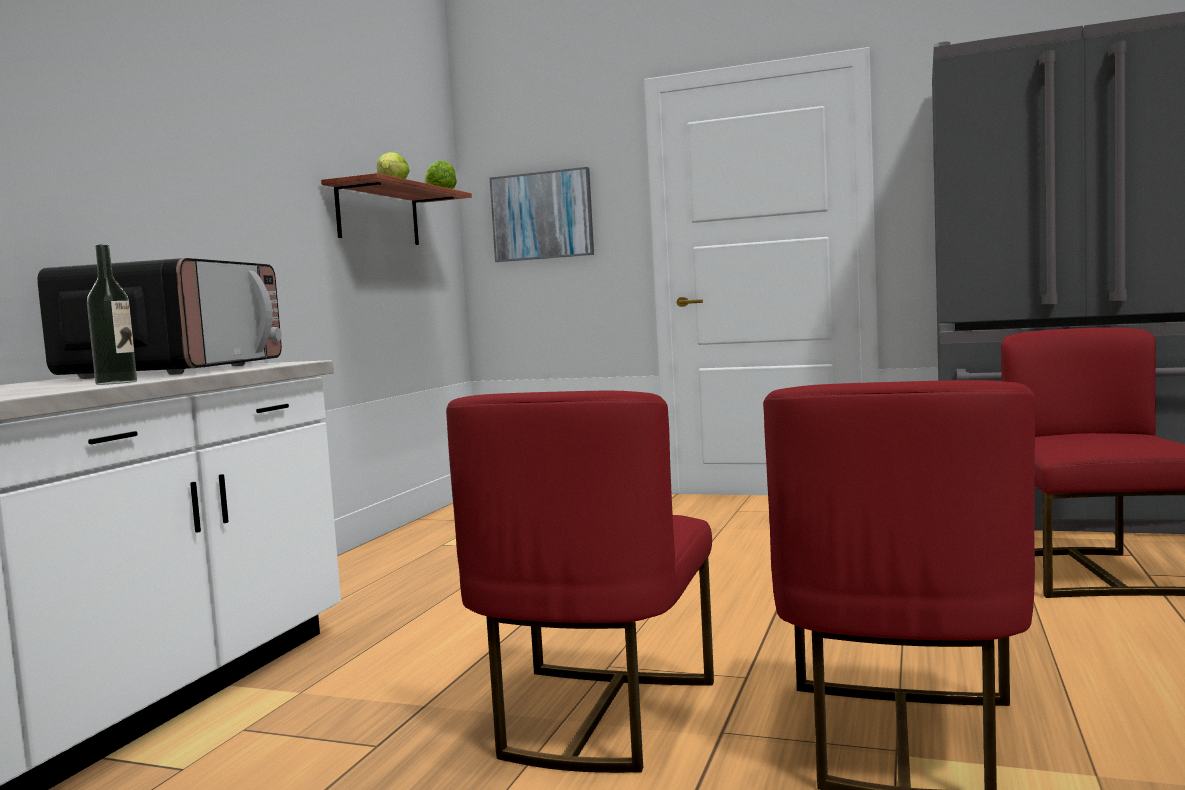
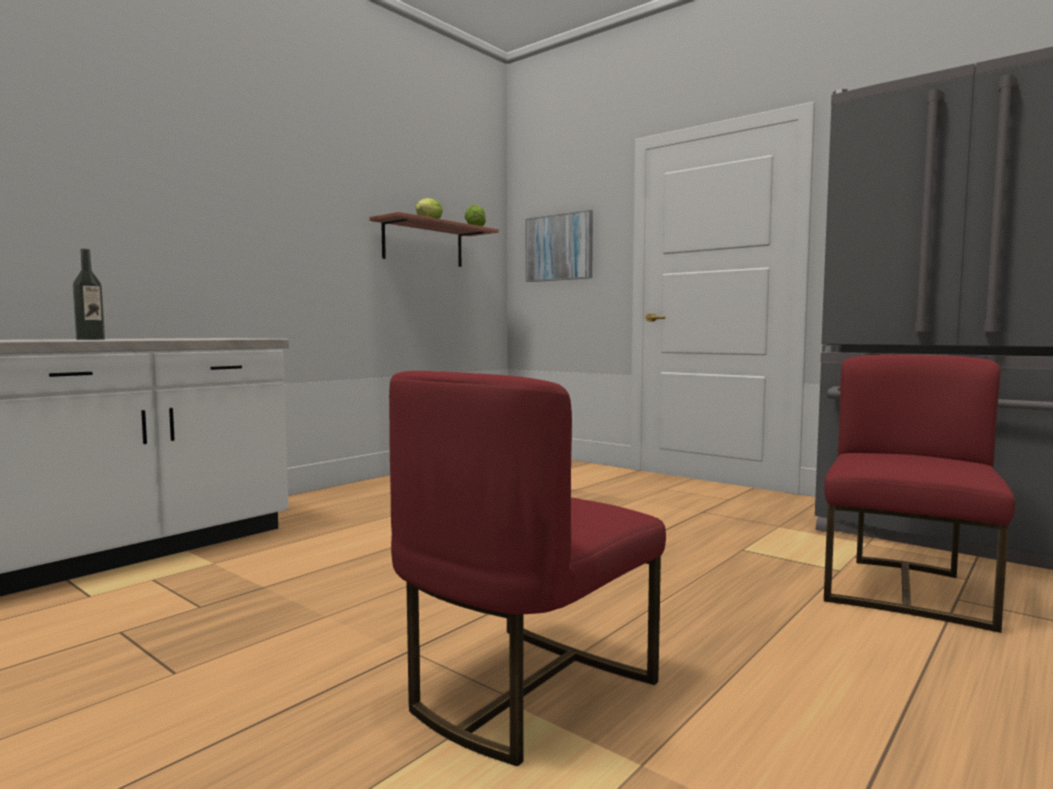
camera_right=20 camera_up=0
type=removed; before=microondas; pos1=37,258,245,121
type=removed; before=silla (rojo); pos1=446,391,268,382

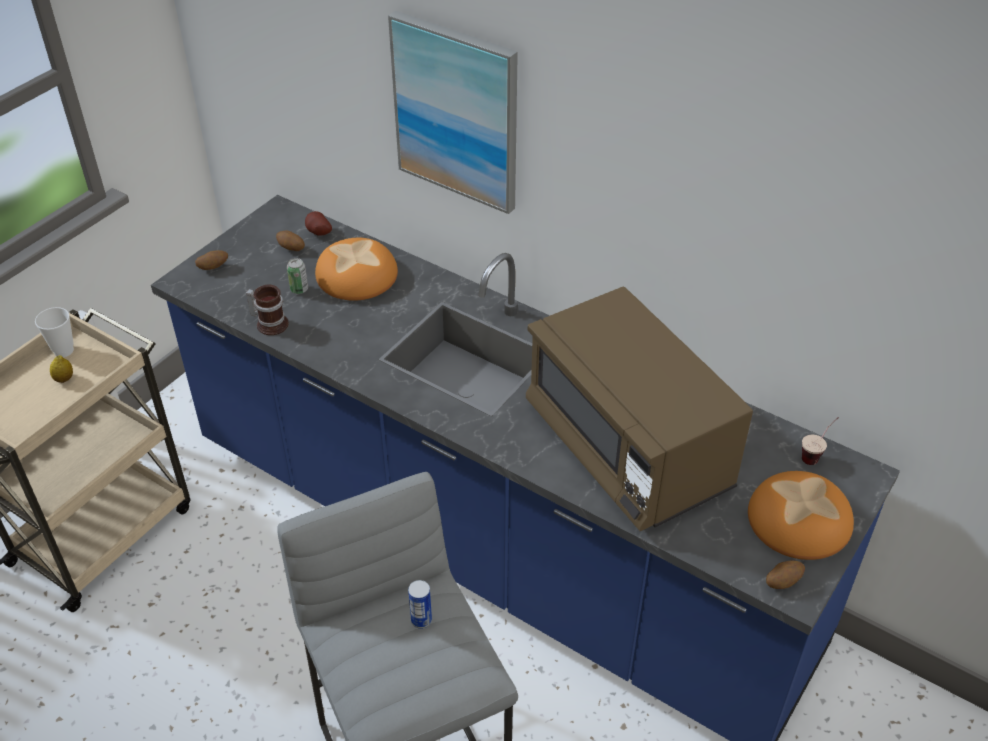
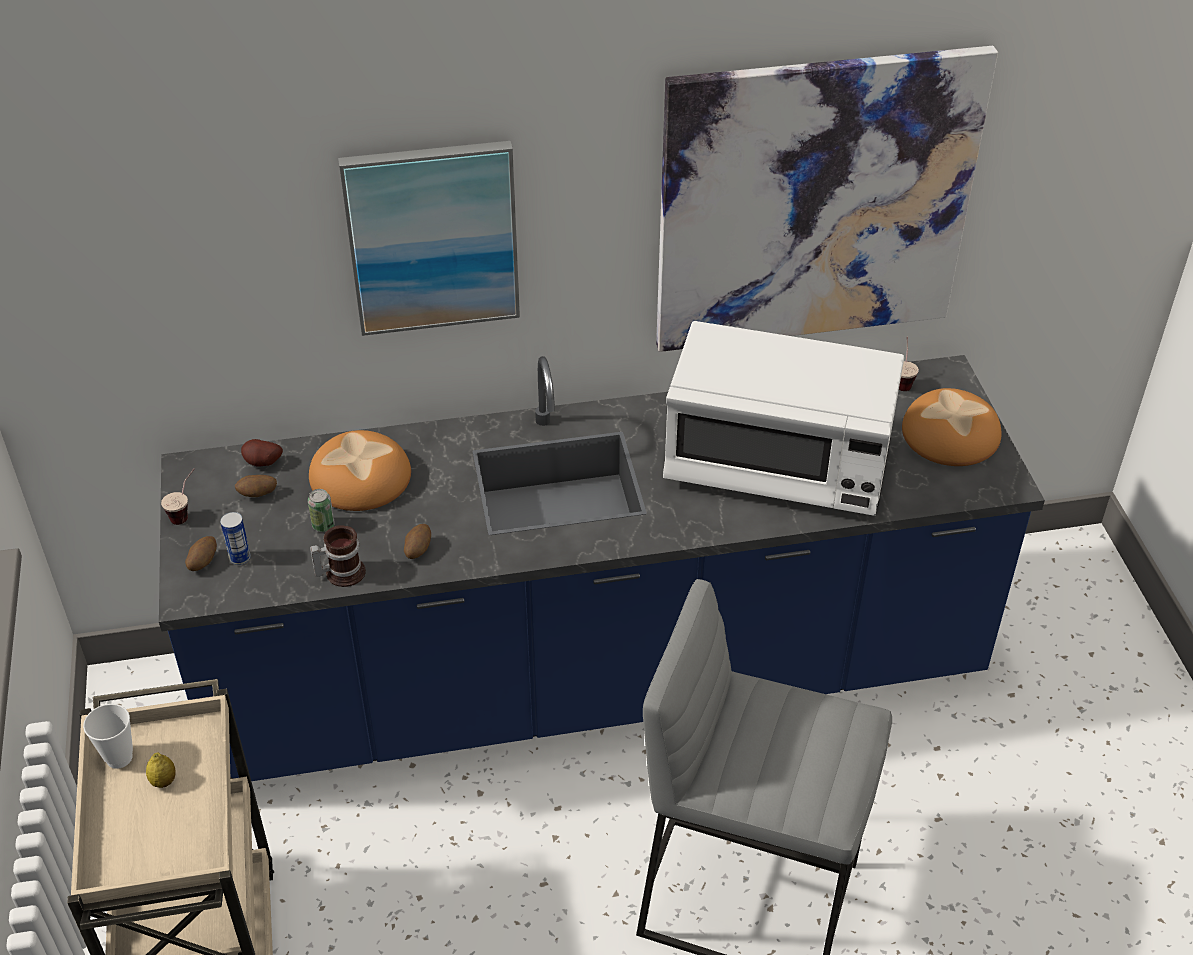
camera_right=-45 camera_up=0
type=added; after=taza; pos2=161,468,34,57
type=added; after=cuadro; pos2=656,46,342,306
type=moved; before=lata; pos1=408,580,24,49; pos2=220,512,31,53
type=moved; before=patata; pos1=766,560,39,29; pos2=404,524,27,35
type=recoloured; before=microondas (marrón); after=microondas (blanco); pos1=526,287,227,245; pos2=663,321,241,195

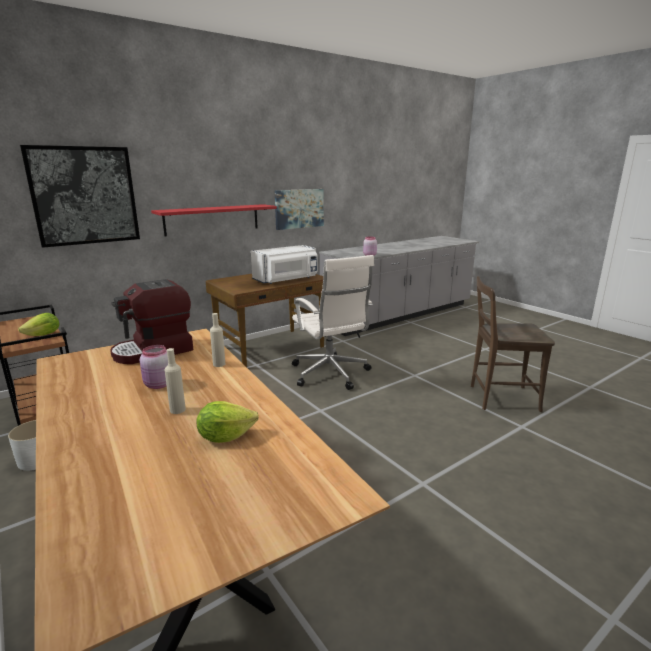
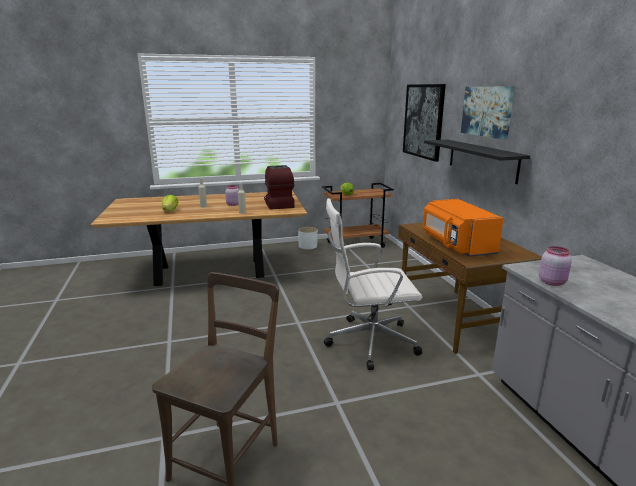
camera_right=110 camera_up=0
type=moved; before=cuadro; pos1=275,189,49,41; pos2=461,87,54,53
type=recoloured; before=estante (rojo); after=estante (negro); pos1=151,204,126,32; pos2=424,140,106,44
type=recoloured; before=microondas (blanco); after=microondas (naranja); pos1=251,245,67,39; pos2=423,199,81,57

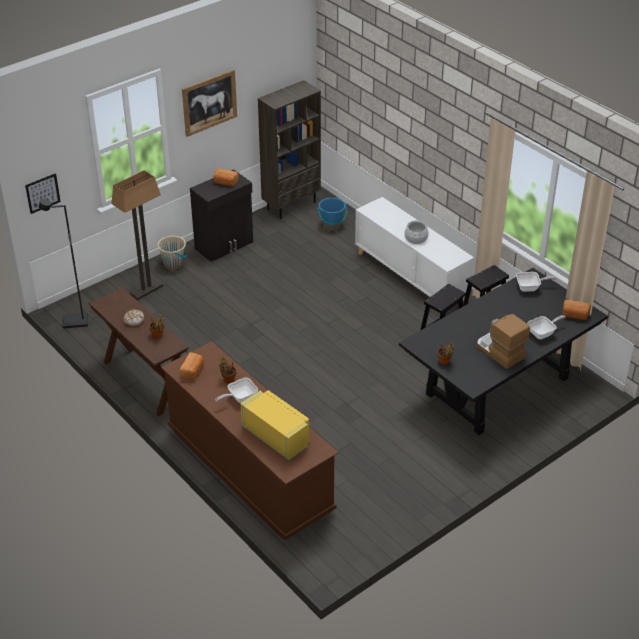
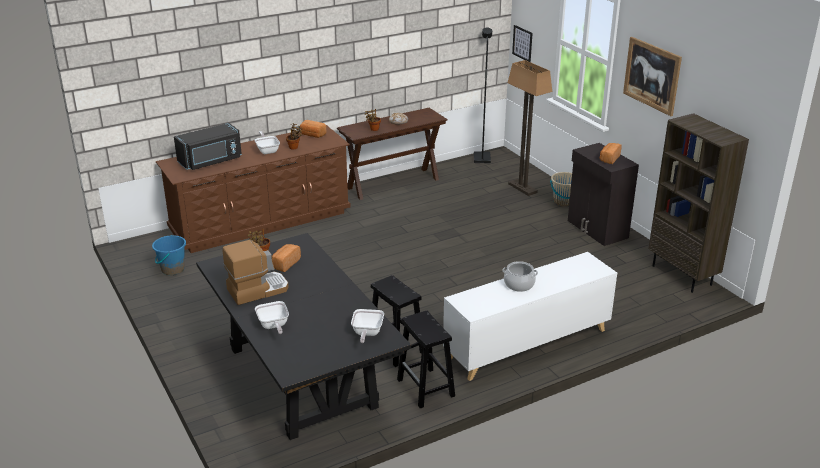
camera_right=100 camera_up=-10
type=moved; before=cubo (azul); pos1=318,198,29,33; pos2=152,235,34,40
type=moved; before=pan; pos1=563,299,28,21; pos2=272,244,29,28
type=recoloured; before=microondas (amarillo); after=microondas (negro); pos1=241,390,68,70; pos2=174,123,68,47

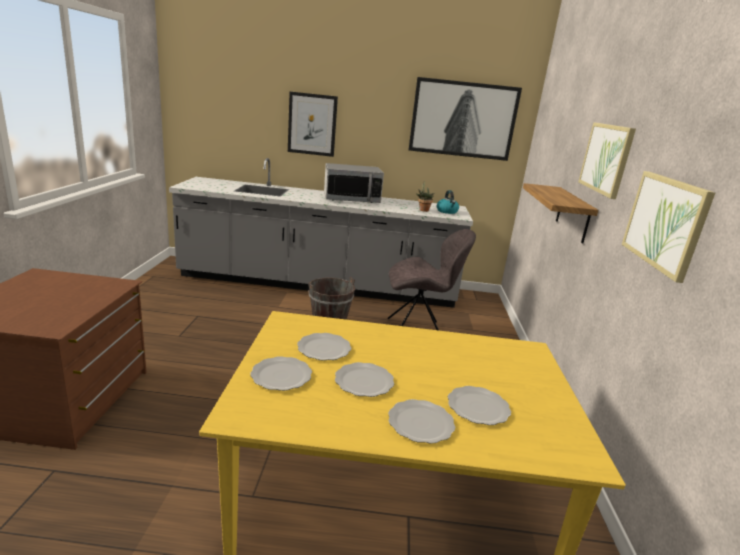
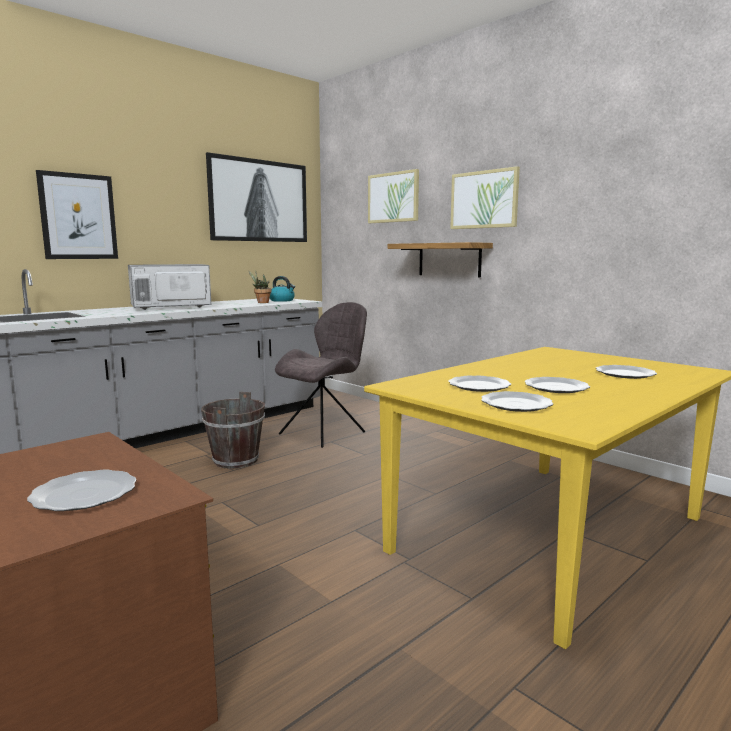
camera_right=-45 camera_up=-10
type=moved; before=plato; pos1=388,399,67,45; pos2=27,470,110,41
type=moved; before=cuadro; pos1=622,171,93,112; pos2=368,169,51,54
type=turned; before=microondas; pos1=324,163,60,40; pos2=128,264,83,46; turn=-150

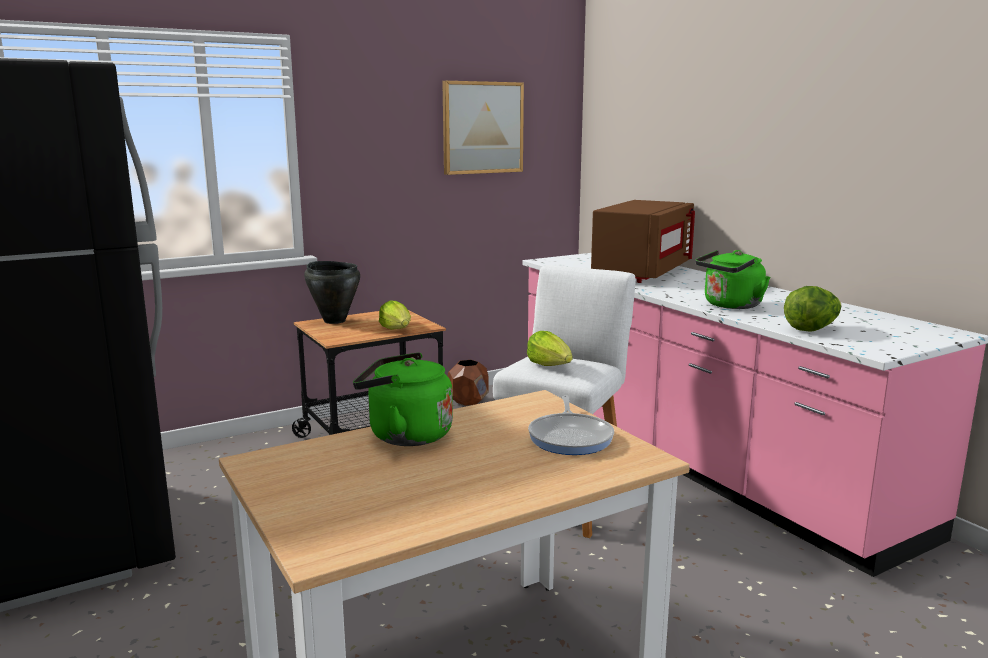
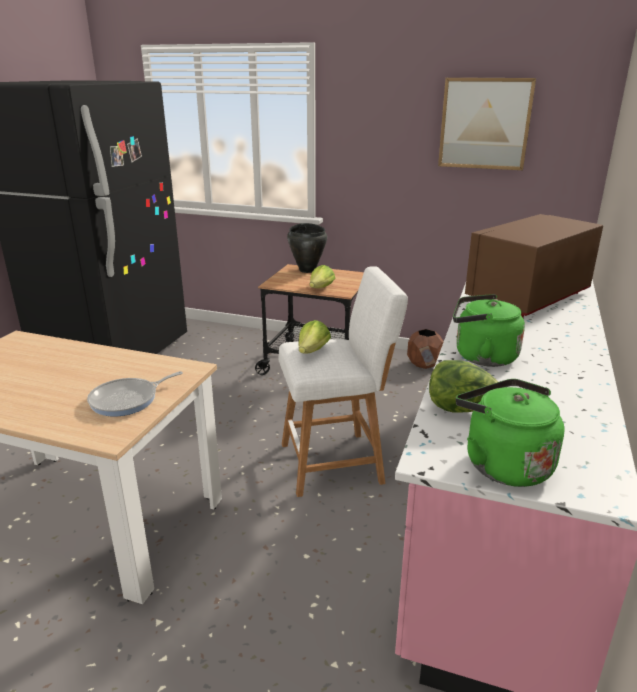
camera_right=50 camera_up=10
type=moved; before=hervidor (verde); pos1=353,352,100,94; pos2=456,379,108,108
type=turned; before=microondas (marrón); pos1=591,200,104,83; pos2=465,214,138,104; turn=150

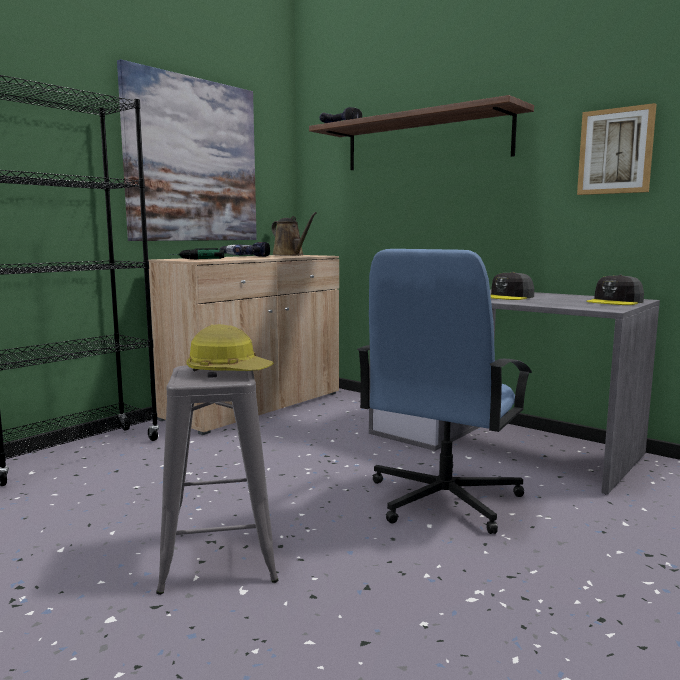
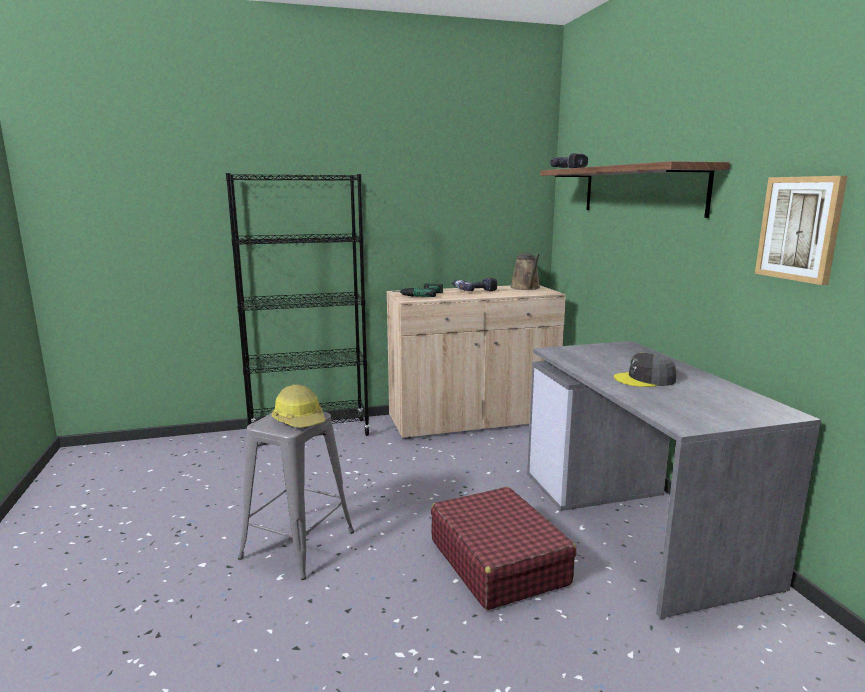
camera_right=35 camera_up=5
type=removed; before=cuadro; pos1=117,59,140,182
type=removed; before=gorra (gris); pos1=586,274,58,31
type=replaced; before=silla de oficina (azul); after=maleta (rojo); pos1=357,249,175,285; pos2=431,487,145,123

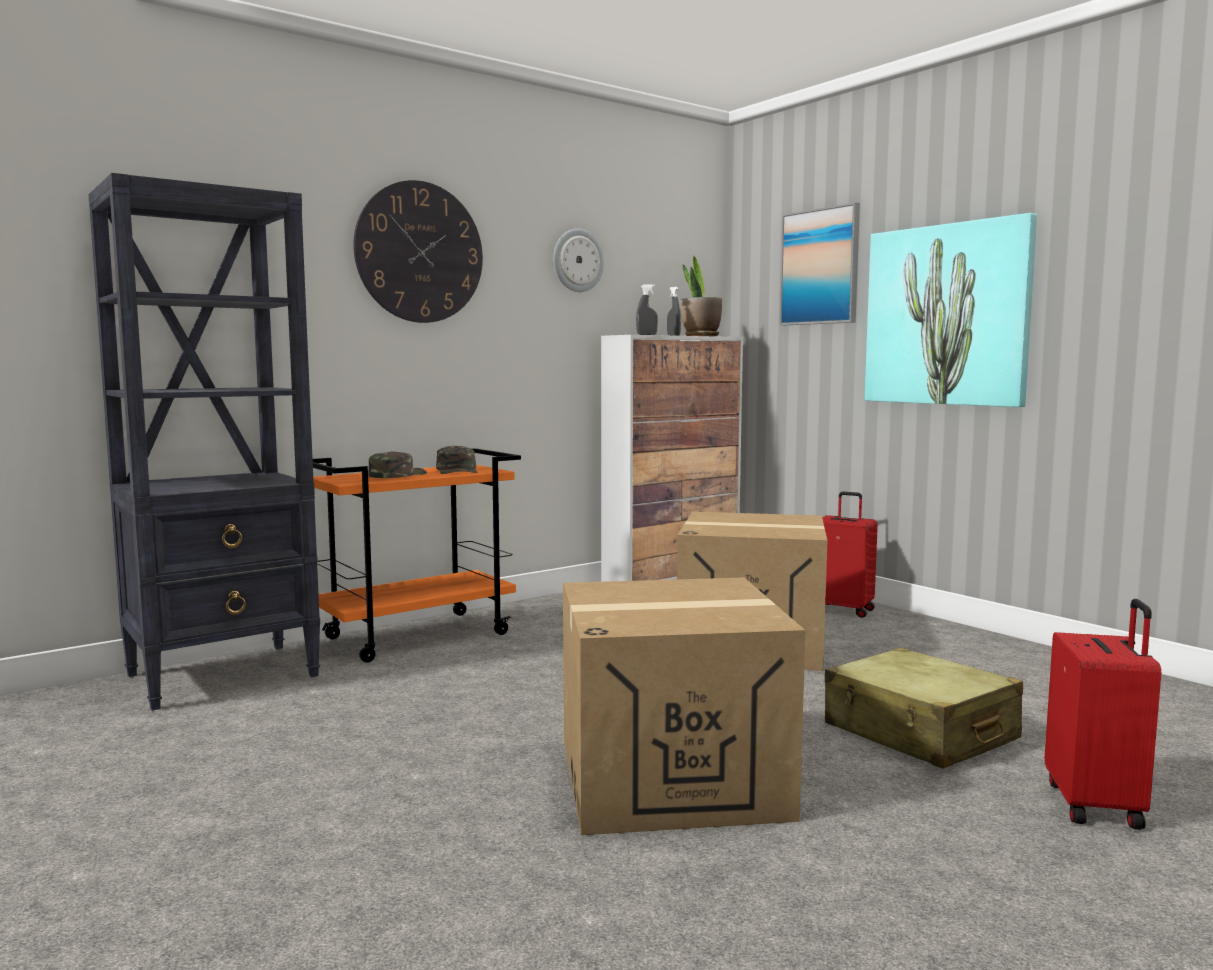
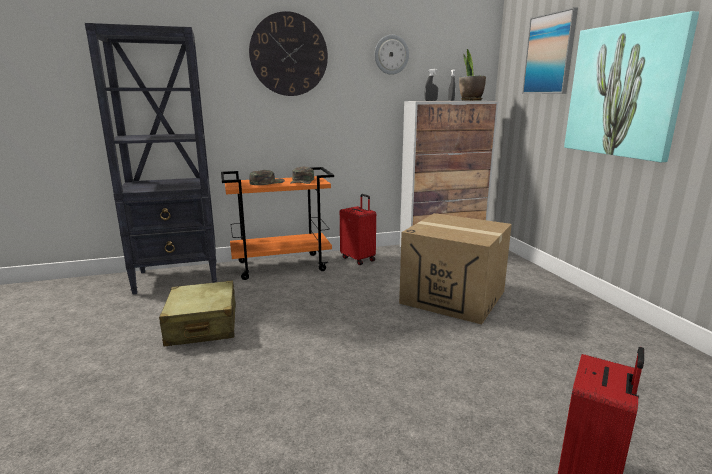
camera_right=20 camera_up=10
type=removed; before=caja de cartón; pos1=563,578,242,257
type=moved; before=maleta (rojo); pos1=822,491,56,127; pos2=340,194,36,71
type=moved; before=maleta (beis); pos1=825,648,198,121; pos2=159,280,77,66

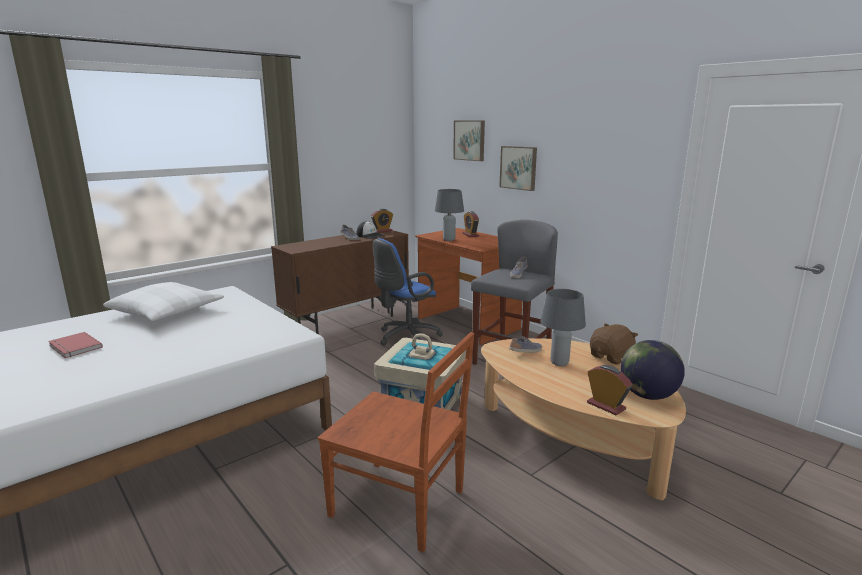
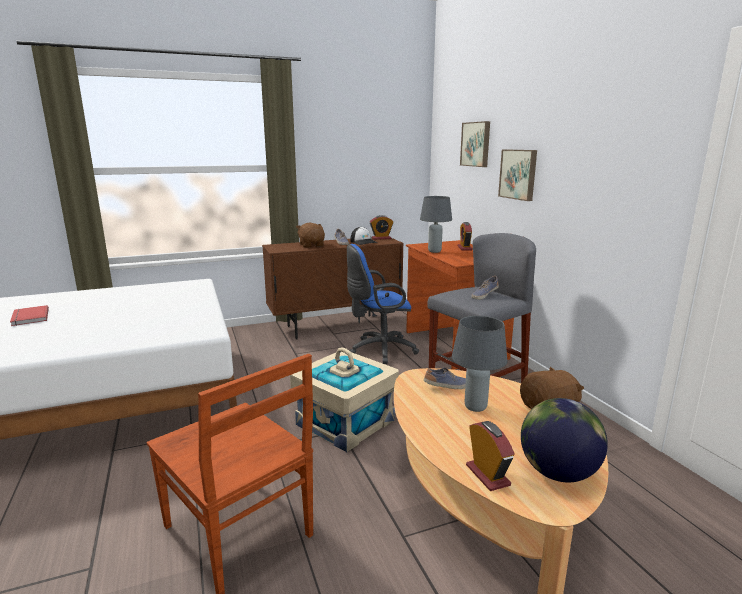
camera_right=20 camera_up=0
type=removed; before=cojín (blanco); pos1=103,282,121,39
type=added; after=peluche (marrón); pos2=296,223,29,25

